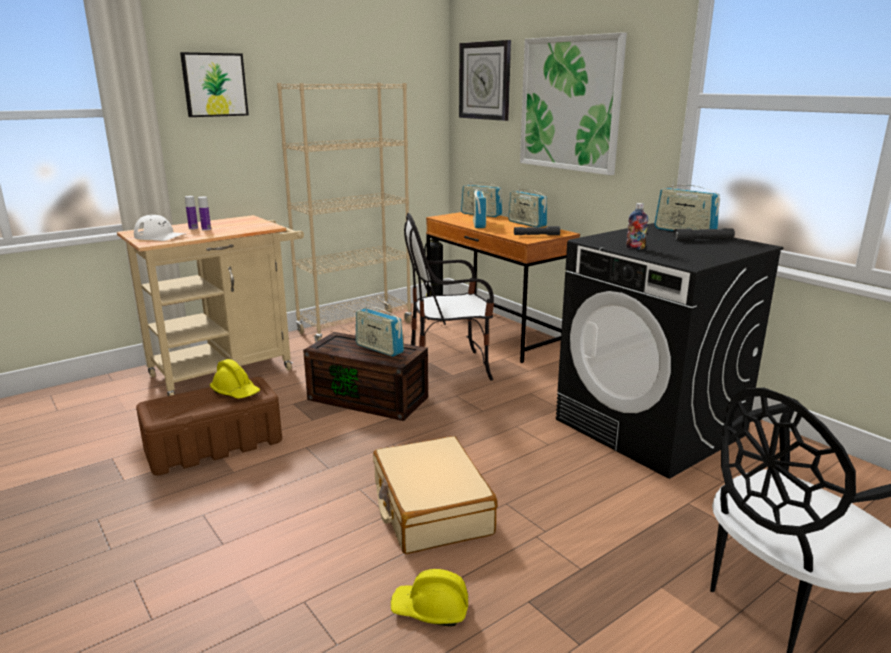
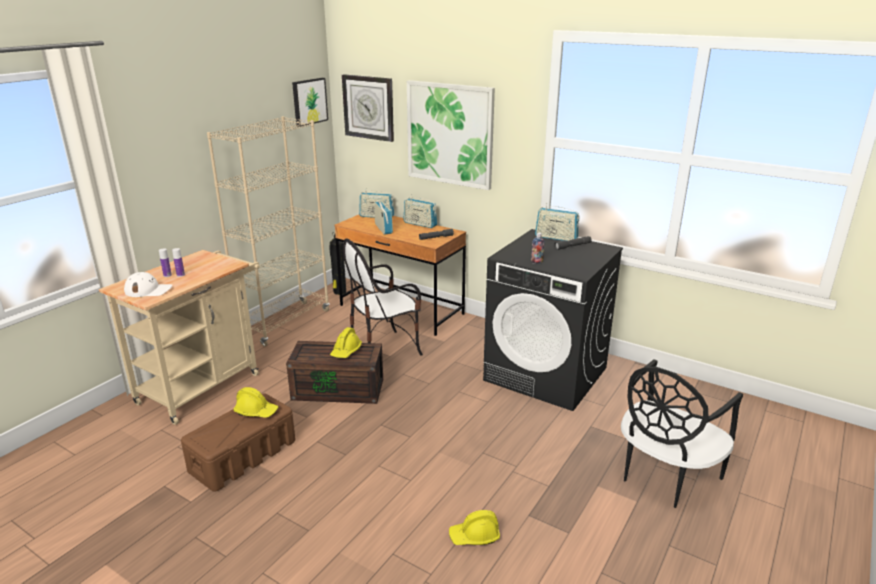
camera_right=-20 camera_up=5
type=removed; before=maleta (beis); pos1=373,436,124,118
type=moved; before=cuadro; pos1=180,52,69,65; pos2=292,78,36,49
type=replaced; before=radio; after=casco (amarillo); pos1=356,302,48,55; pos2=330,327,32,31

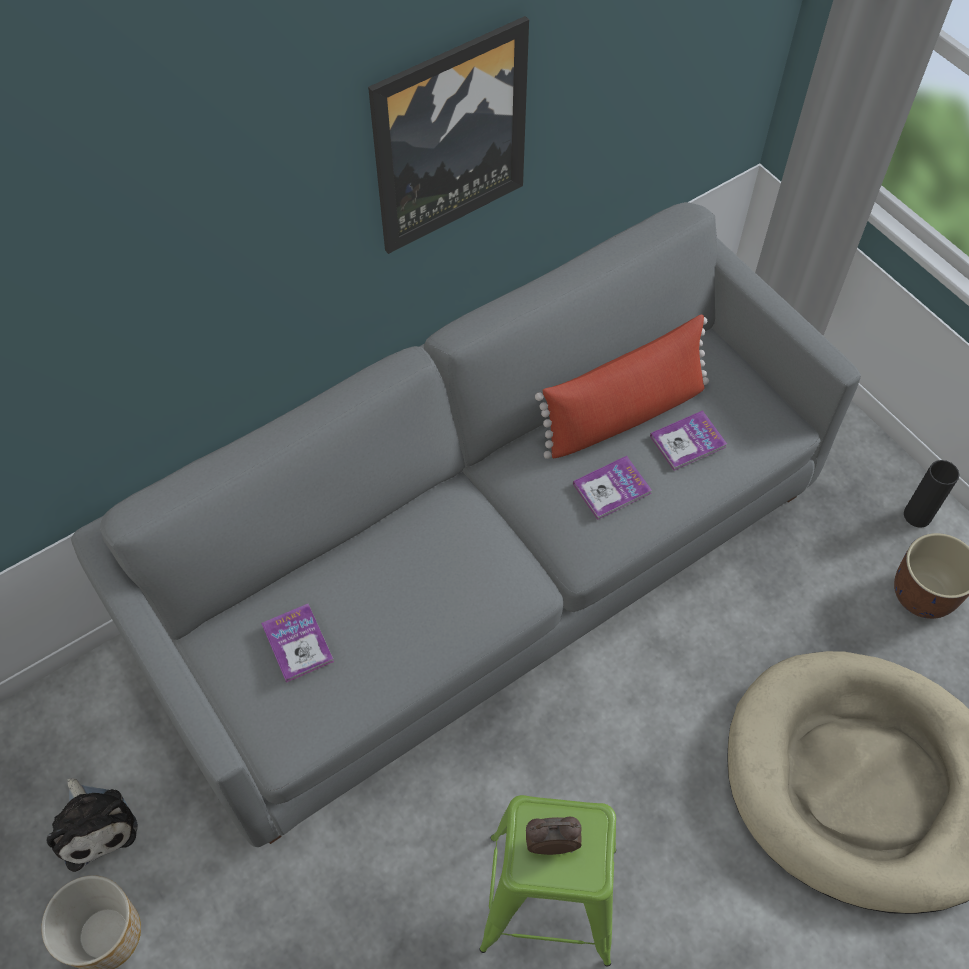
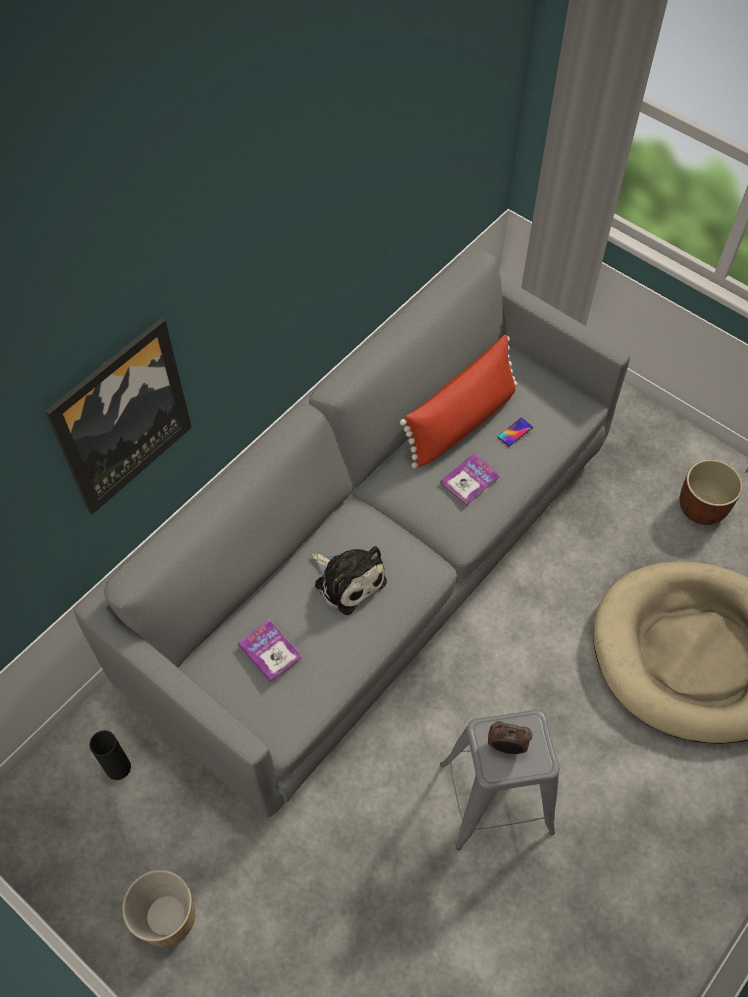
camera_right=-15 camera_up=0
type=moved; before=peluche; pos1=46,778,92,94; pos2=312,546,75,69
type=moved; before=cuadro; pos1=368,16,161,238; pos2=45,317,147,198
type=moved; before=florero (negro); pos1=904,460,55,68; pos2=89,730,42,50
type=replaced; before=libro; after=móvil; pos1=650,410,77,61; pos2=498,418,35,29
type=recoloured; before=taburete (verde); after=taburete (gris); pos1=479,795,137,172; pos2=440,709,119,141
type=turned; before=despertador; pos1=526,817,56,38; pos2=488,721,44,33; turn=-150

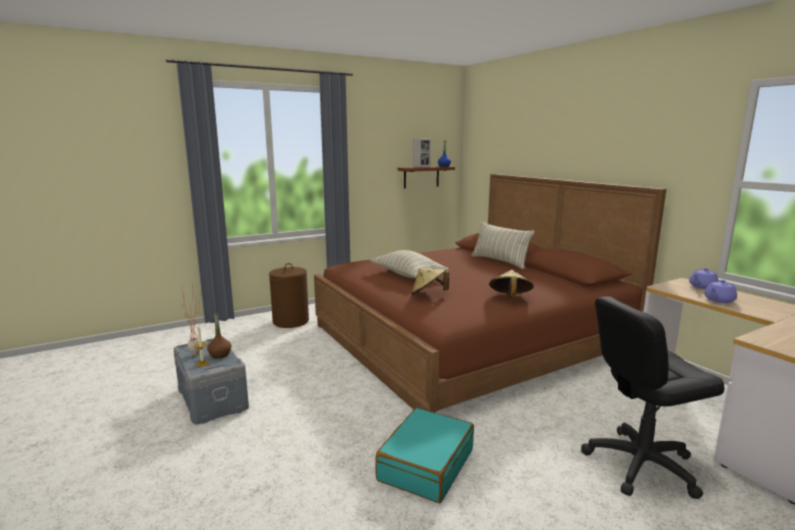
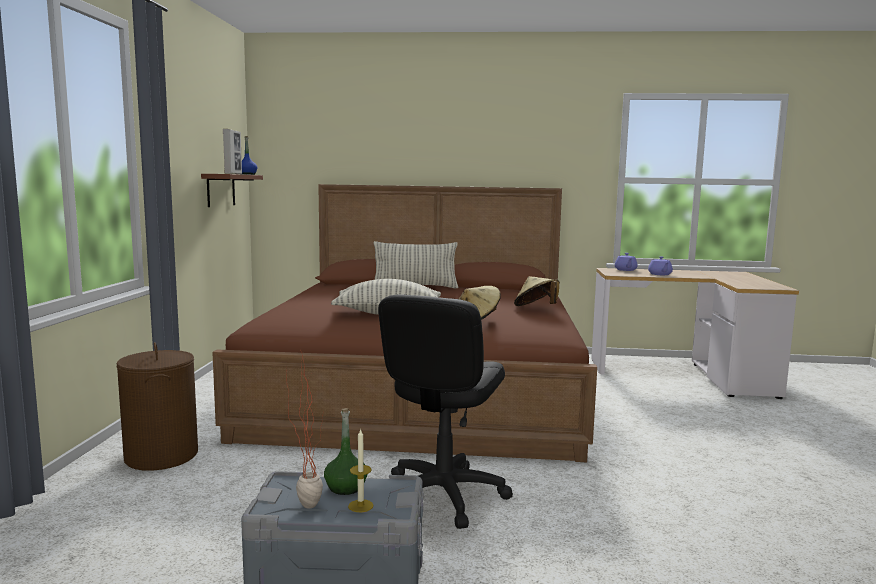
camera_right=-55 camera_up=-5
type=removed; before=maleta (turquesa); pos1=375,408,99,95
type=moved; before=silla de oficina (negro); pos1=581,296,144,203; pos2=378,294,135,235
type=recoloured; before=botella (marrón); after=botella (verde); pos1=207,314,24,44; pos2=324,408,43,87

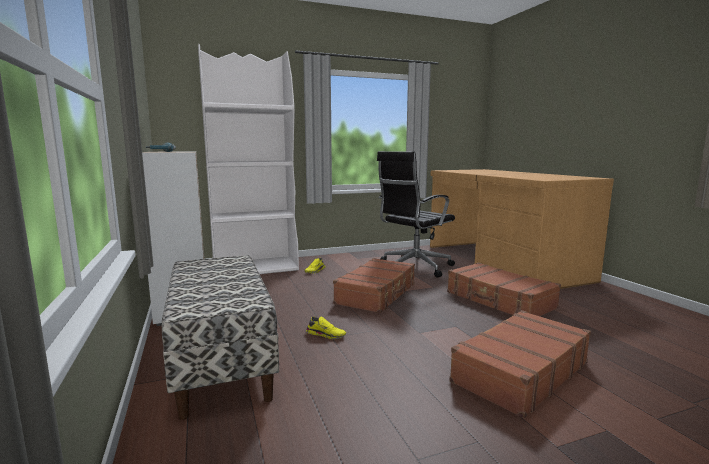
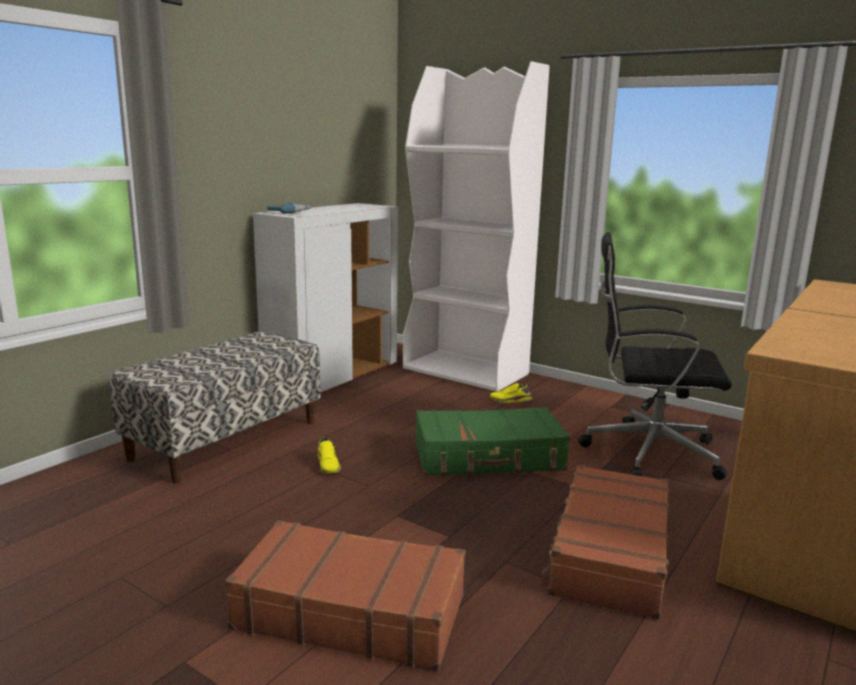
camera_right=55 camera_up=5
type=recoloured; before=maleta (marrón); after=maleta (verde); pos1=333,258,82,55; pos2=415,407,155,69

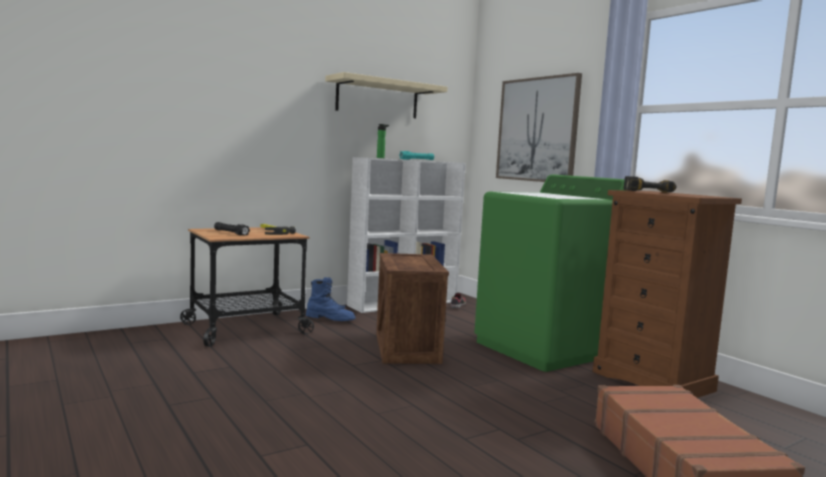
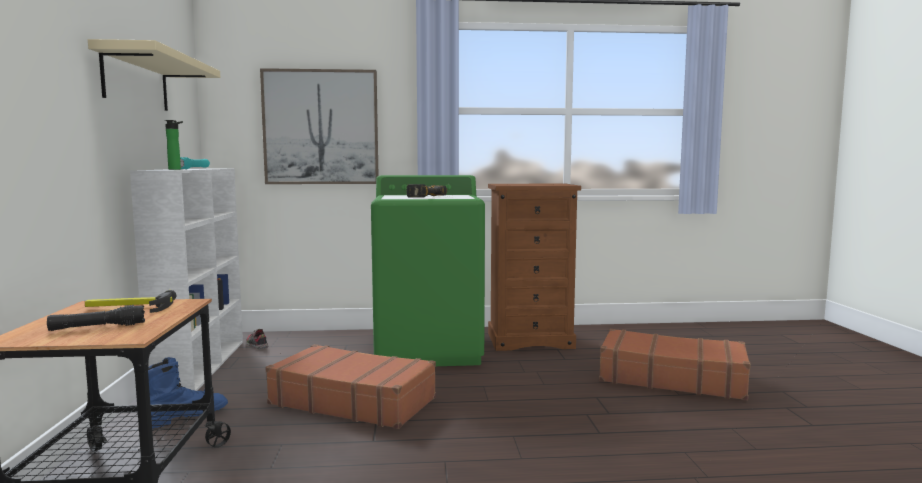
camera_right=-60 camera_up=0
type=moved; before=taladro; pos1=624,176,52,17; pos2=406,184,41,14
type=replaced; before=caja de embalaje; after=maleta (marrón); pos1=376,253,73,111; pos2=266,344,170,85

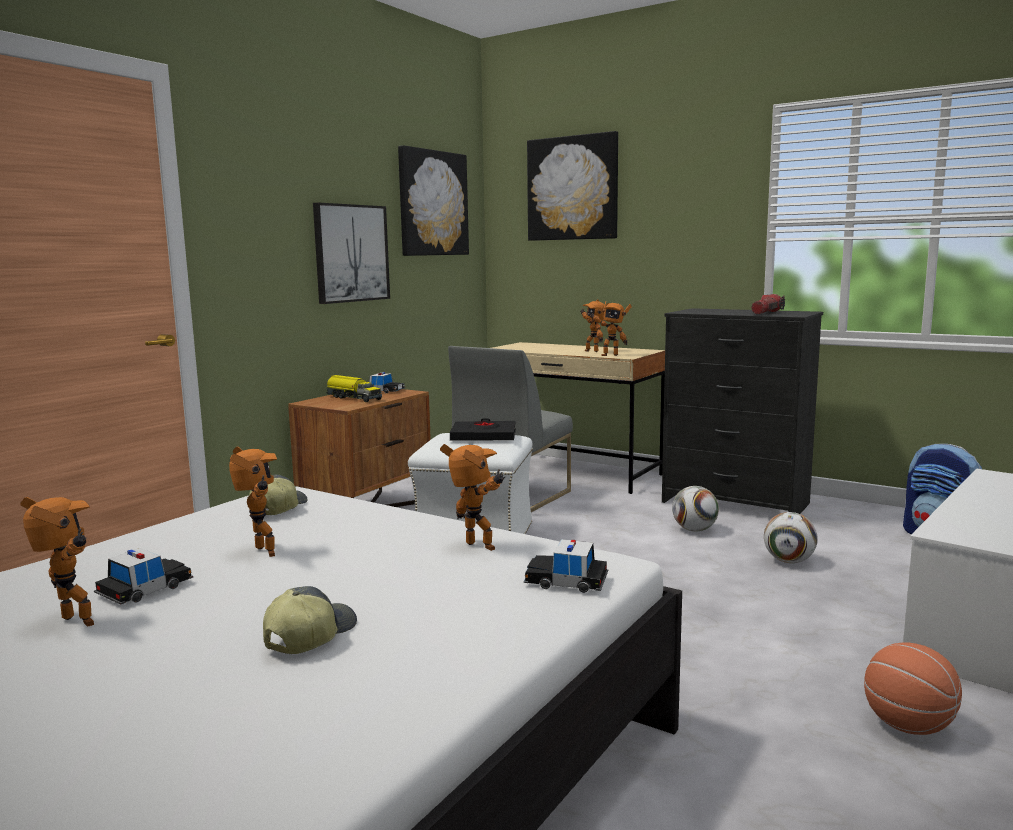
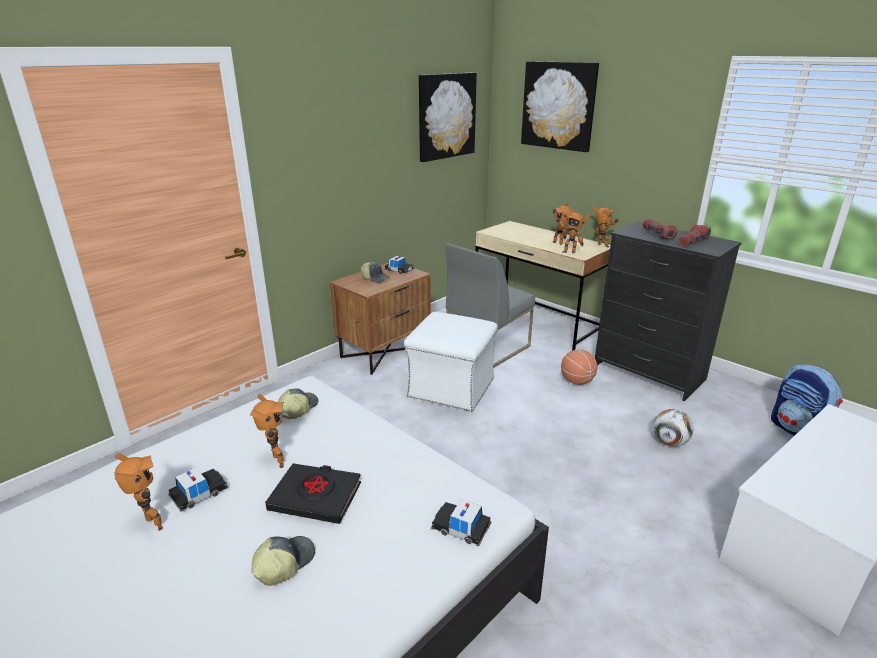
camera_right=10 camera_up=15
type=removed; before=cuadro; pos1=313,203,77,101
type=removed; before=balón de fútbol; pos1=672,486,47,45
type=added; after=linterna; pos2=643,219,34,20
type=moved; before=robot de juguete; pos1=440,444,65,107; pos2=592,206,27,42
type=moved; before=libro (negro); pos1=450,419,66,22; pos2=265,464,96,60
type=moved; before=balón de baloncesto; pos1=864,642,98,93; pos2=561,350,36,35
type=replaced; before=camión de juguete; after=gorra; pos1=326,375,56,27; pos2=361,262,29,21

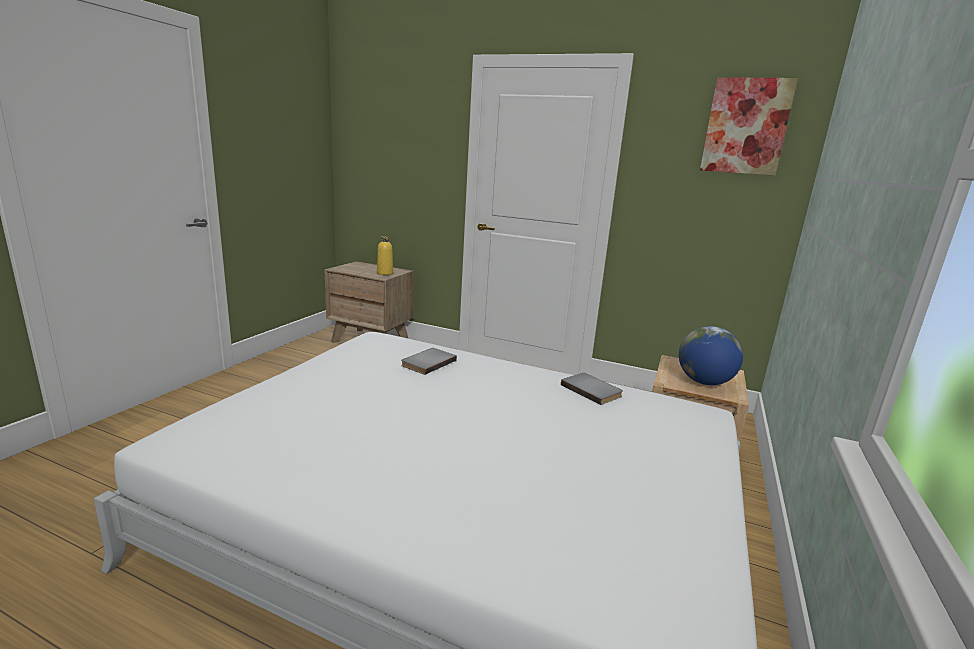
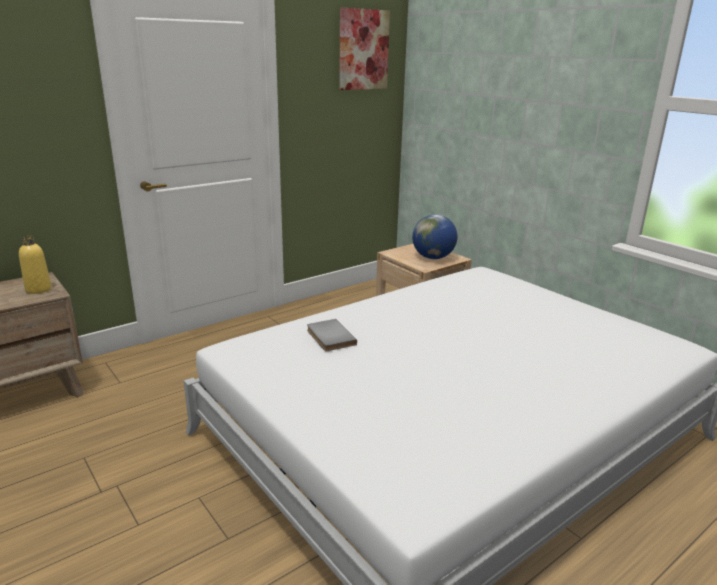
camera_right=-60 camera_up=5
type=removed; before=libro (gris); pos1=561,373,62,32

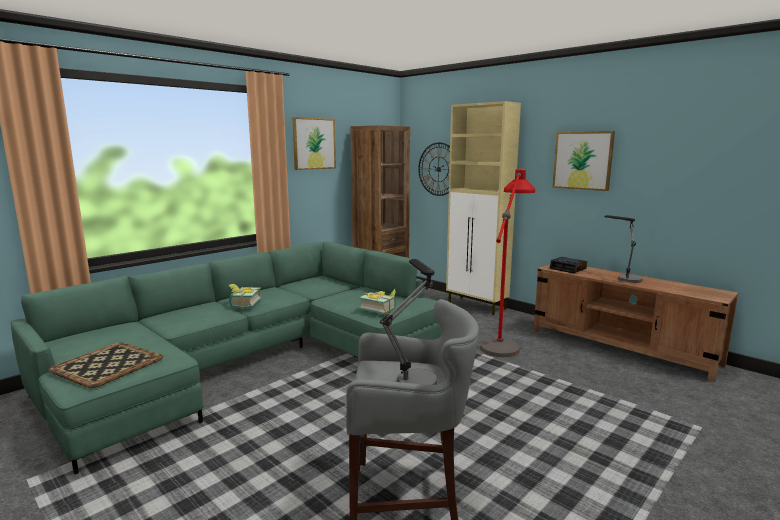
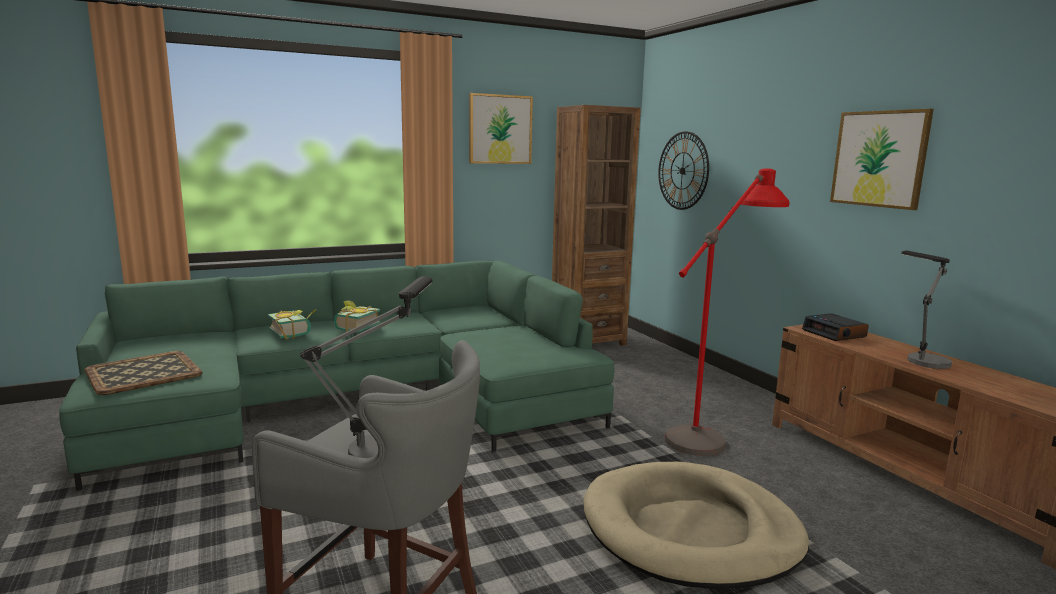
camera_right=20 camera_up=0
type=removed; before=armario (beis); pos1=446,101,75,214
type=added; after=cama para perro (beis); pos2=584,462,225,127
type=moved; before=libro; pos1=359,289,37,26; pos2=268,309,49,31

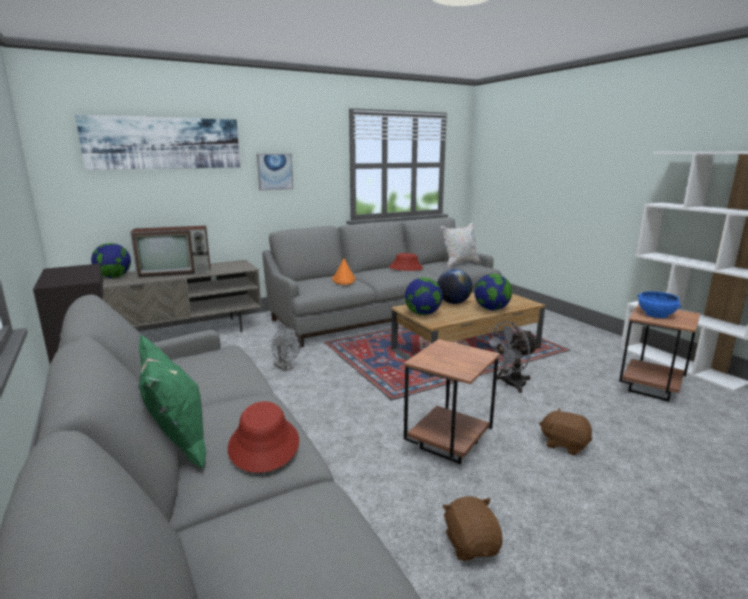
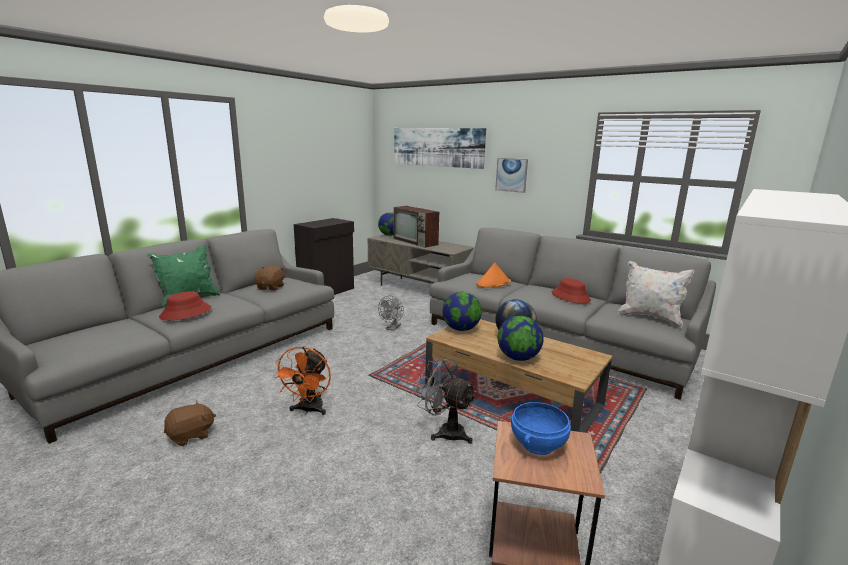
camera_right=65 camera_up=0
type=moved; before=peluche (marrón); pos1=539,408,53,47; pos2=255,265,30,26
type=replaced; before=mesa auxiliar (marrón); after=ventilador (naranja); pos1=404,339,96,125; pos2=273,347,58,68

